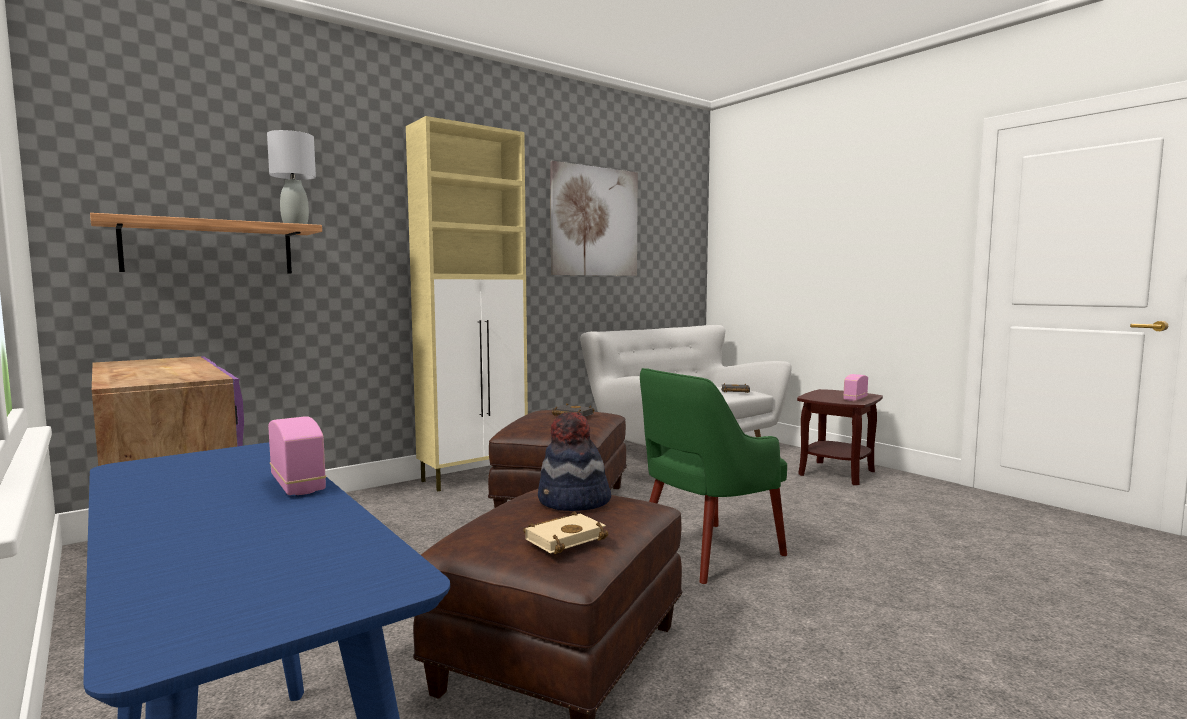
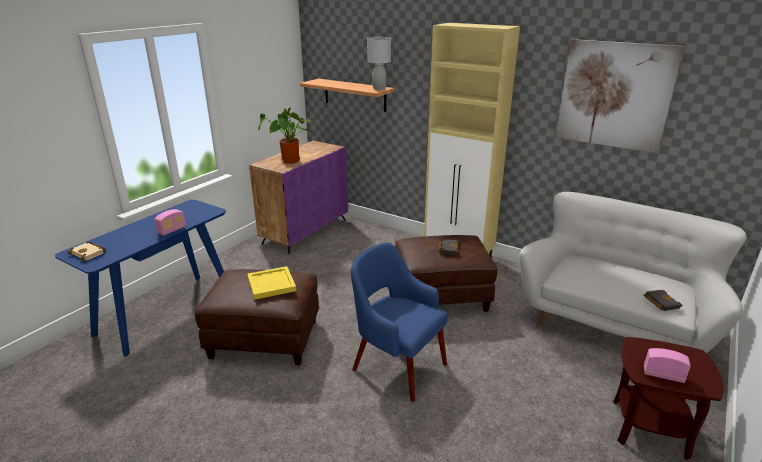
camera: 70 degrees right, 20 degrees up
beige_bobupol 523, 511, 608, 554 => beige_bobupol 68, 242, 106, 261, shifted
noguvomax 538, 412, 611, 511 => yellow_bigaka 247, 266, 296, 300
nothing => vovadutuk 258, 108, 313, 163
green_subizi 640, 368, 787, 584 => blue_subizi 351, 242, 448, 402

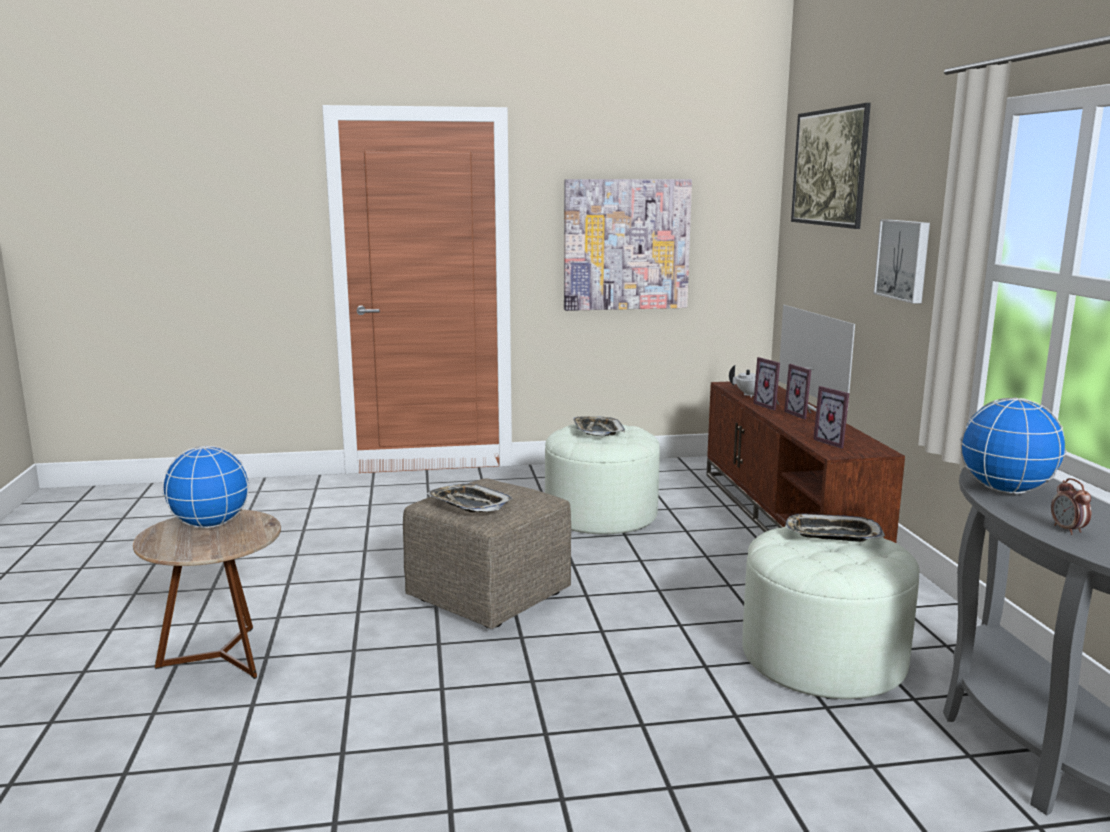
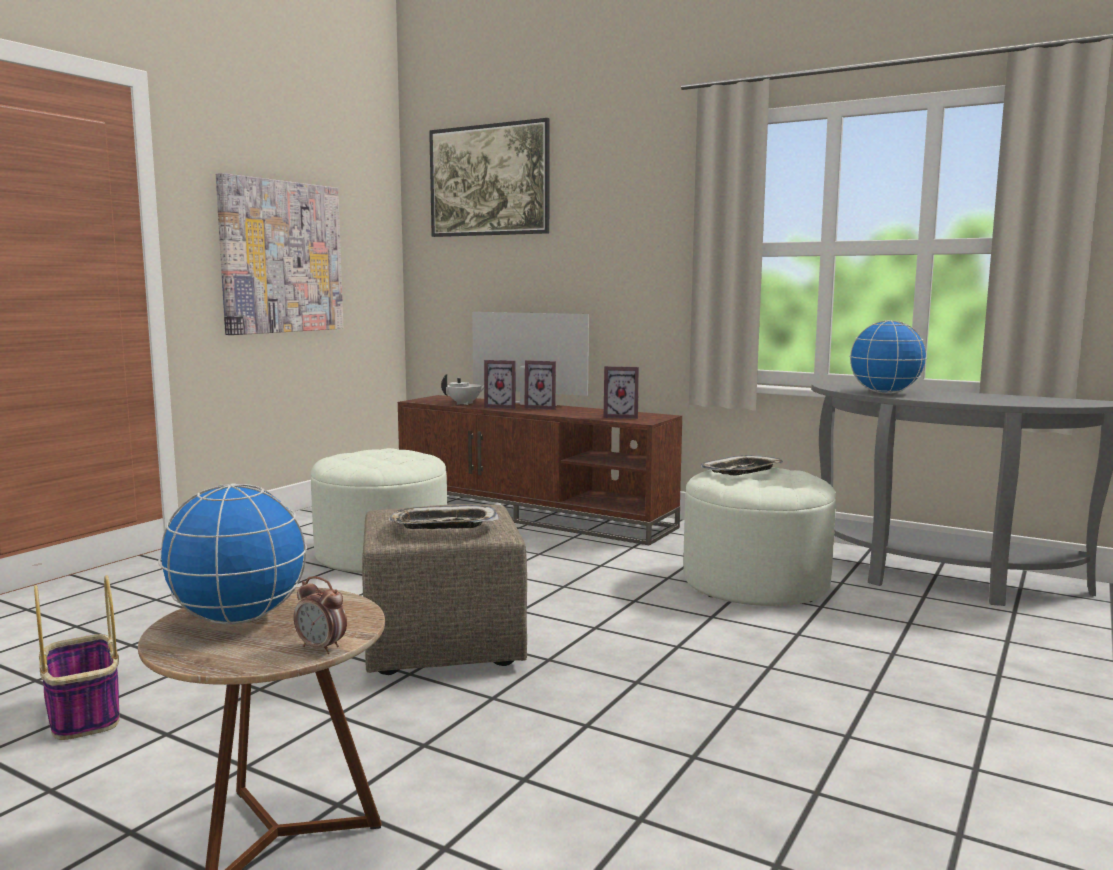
camera: 50 degrees left, 5 degrees down
nothing => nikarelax 34, 575, 120, 740
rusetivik 1051, 478, 1091, 535 => rusetivik 294, 576, 347, 654, shifted
bigaka 573, 416, 625, 436 => nothing
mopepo 874, 219, 930, 304 => nothing

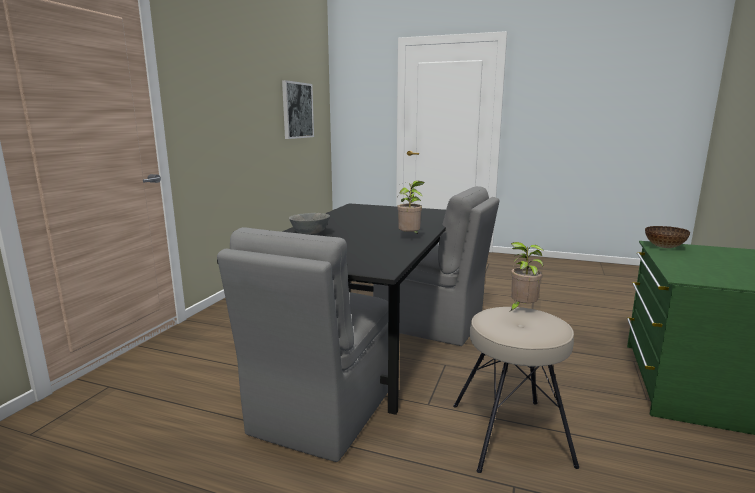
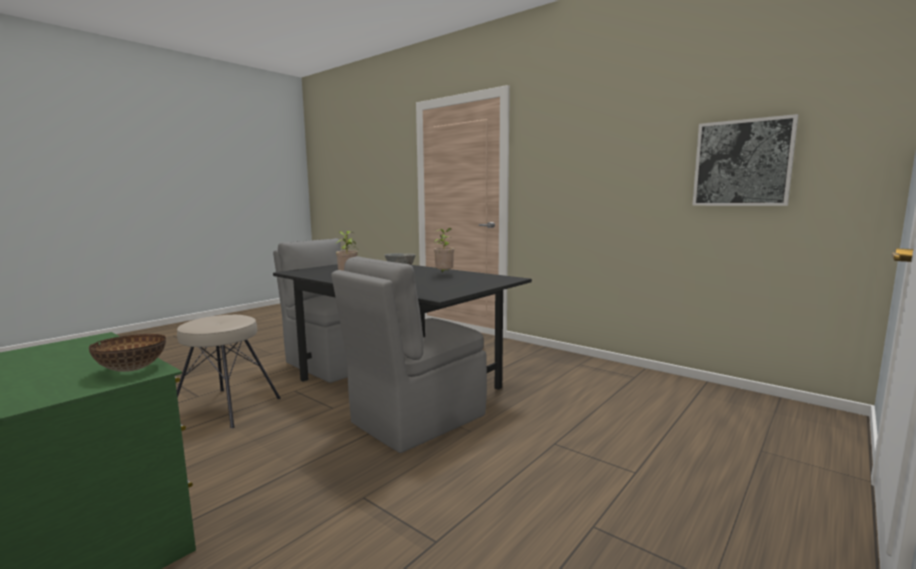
camera: 110 degrees right, 5 degrees down
vovadutuk 510, 242, 544, 311 => vovadutuk 434, 228, 454, 272, shifted

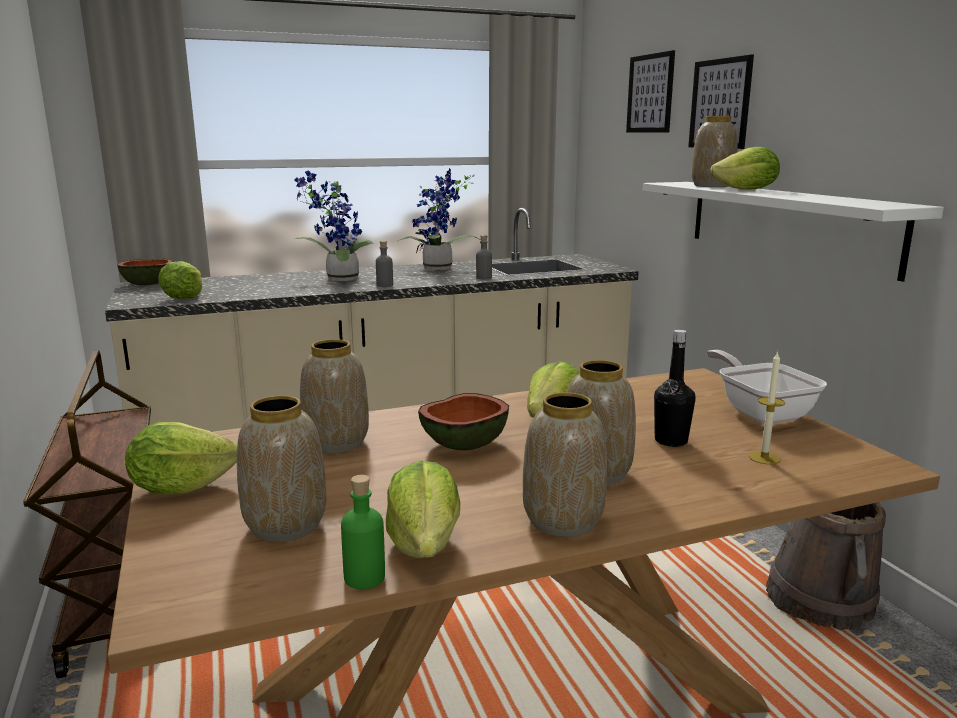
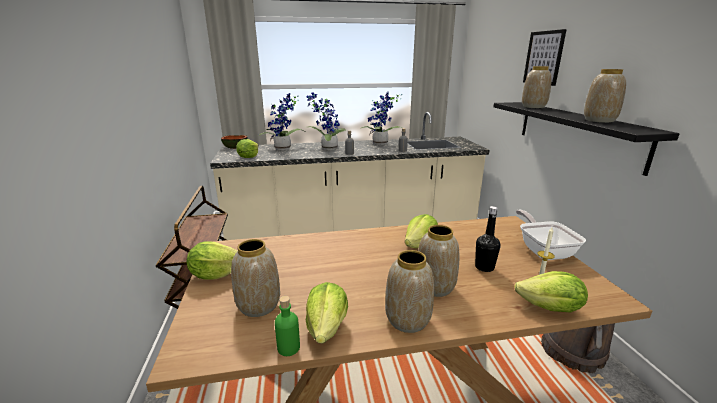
camera: 10 degrees right, 5 degrees up
nothing => vovadutuk 258, 93, 306, 150
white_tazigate 643, 182, 944, 282 => black_tazigate 493, 102, 680, 176
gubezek 710, 147, 780, 190 => gubezek 514, 271, 588, 312, shifted
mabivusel 300, 339, 369, 453 => mabivusel 584, 69, 626, 123, shifted
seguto 418, 393, 509, 450 => nothing
mopepo 626, 50, 675, 132 => nothing

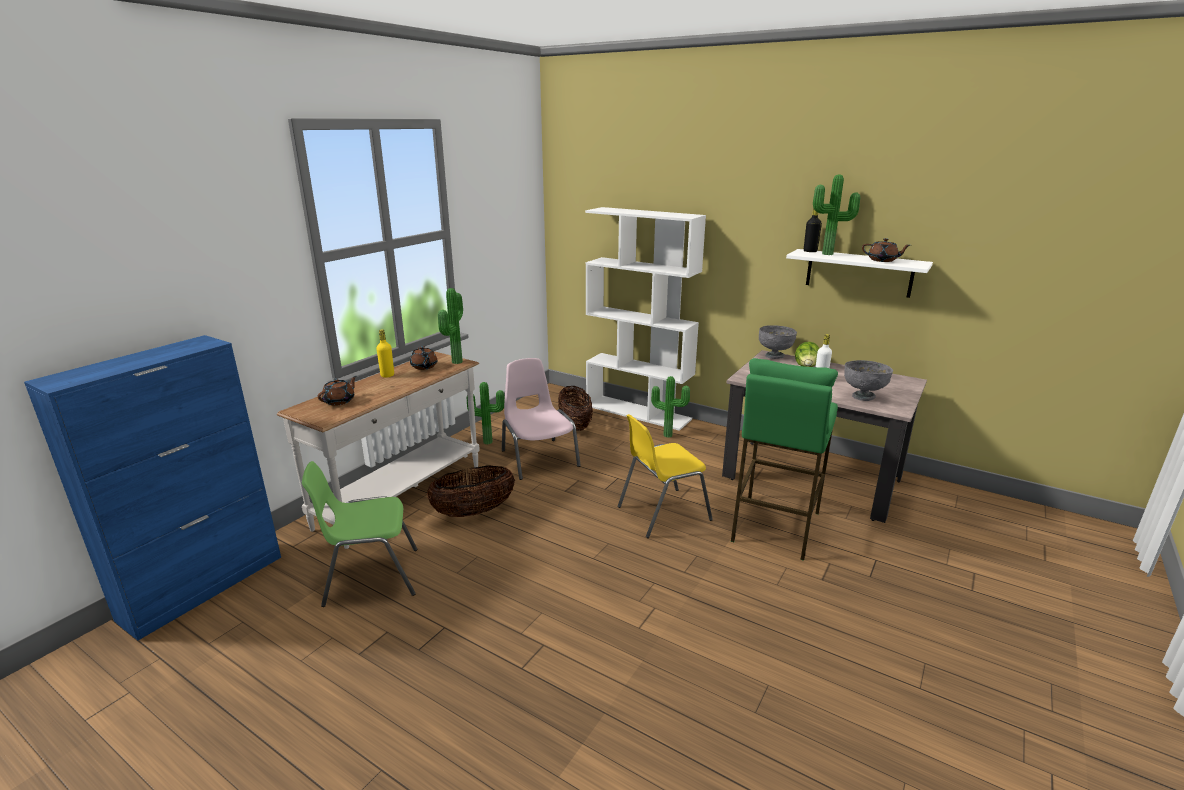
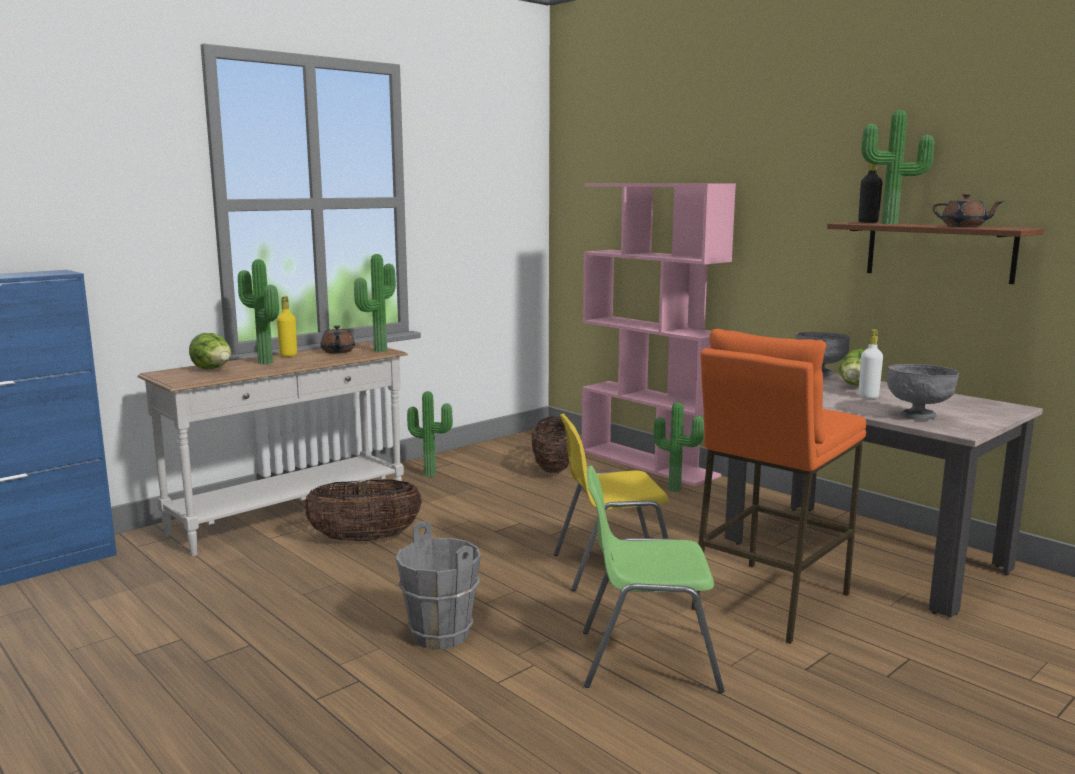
camera: 15 degrees right, 10 degrees down
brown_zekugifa 318, 376, 357, 406 => gubezek 189, 333, 231, 369
nothing => vovadutuk 238, 259, 279, 364
nothing => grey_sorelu 396, 521, 481, 649
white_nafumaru 585, 207, 706, 431 => pink_nafumaru 582, 184, 736, 486
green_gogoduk 302, 461, 417, 607 => green_gogoduk 583, 466, 724, 693, shifted
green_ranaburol 731, 358, 838, 561 => orange_ranaburol 691, 329, 866, 644
white_tazigate 786, 249, 933, 298 => brown_tazigate 827, 222, 1044, 284
pink_gogoduk 502, 358, 581, 480 => nothing

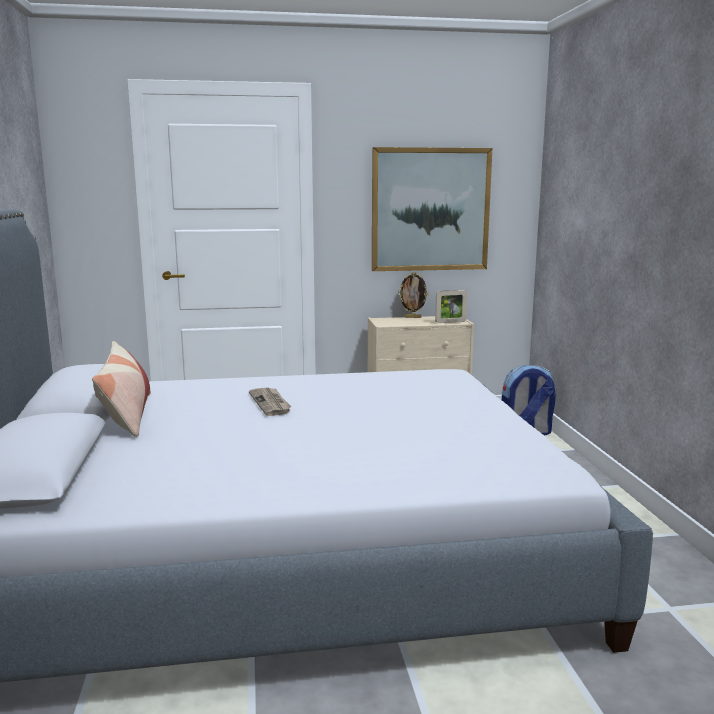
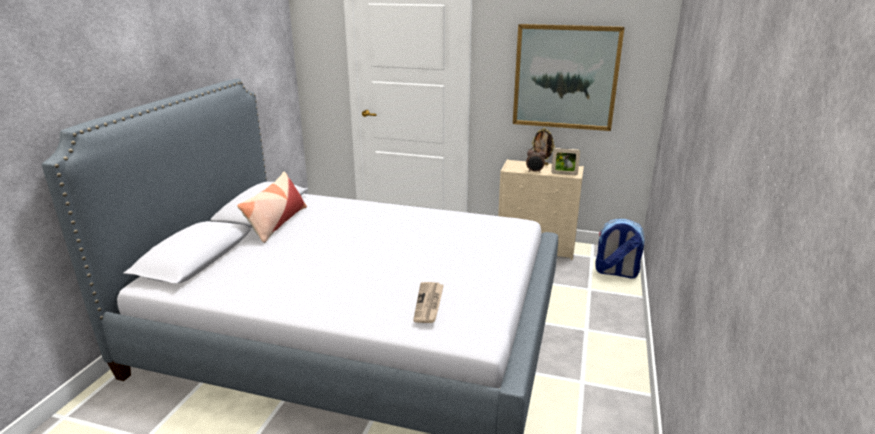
camera: 25 degrees right, 10 degrees up
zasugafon 249, 388, 291, 416 => zasugafon 413, 282, 444, 323, shifted
nothing => rusetivik 526, 147, 546, 173

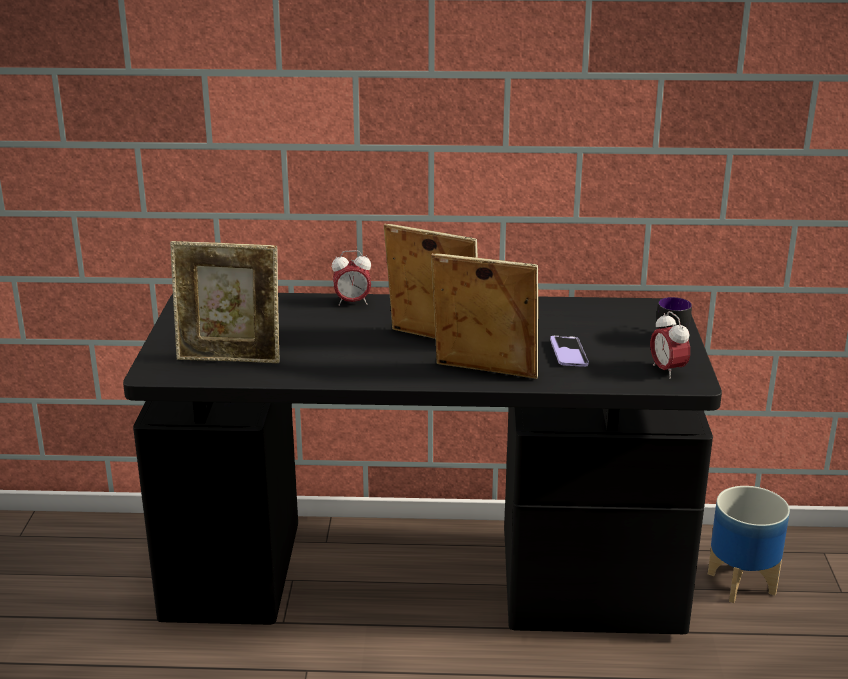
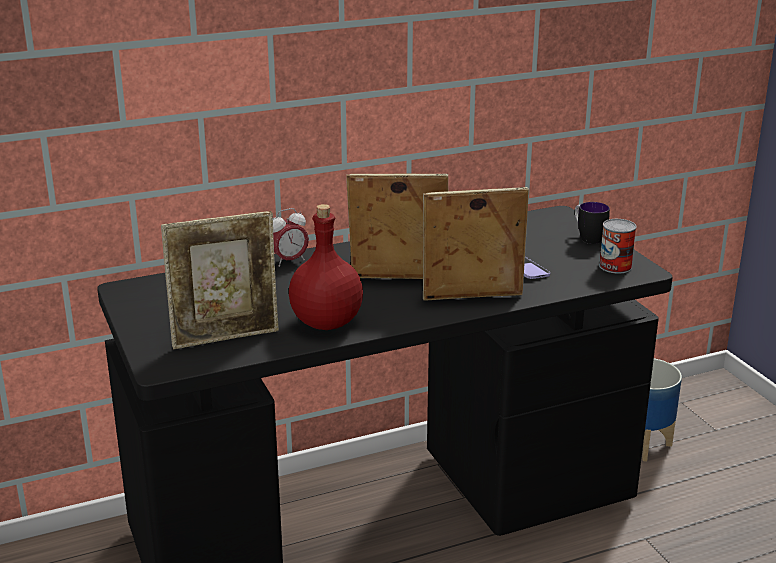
camera: 25 degrees left, 0 degrees up
nothing => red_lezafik 289, 204, 363, 330
rusetivik 650, 311, 690, 379 => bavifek 599, 219, 637, 274

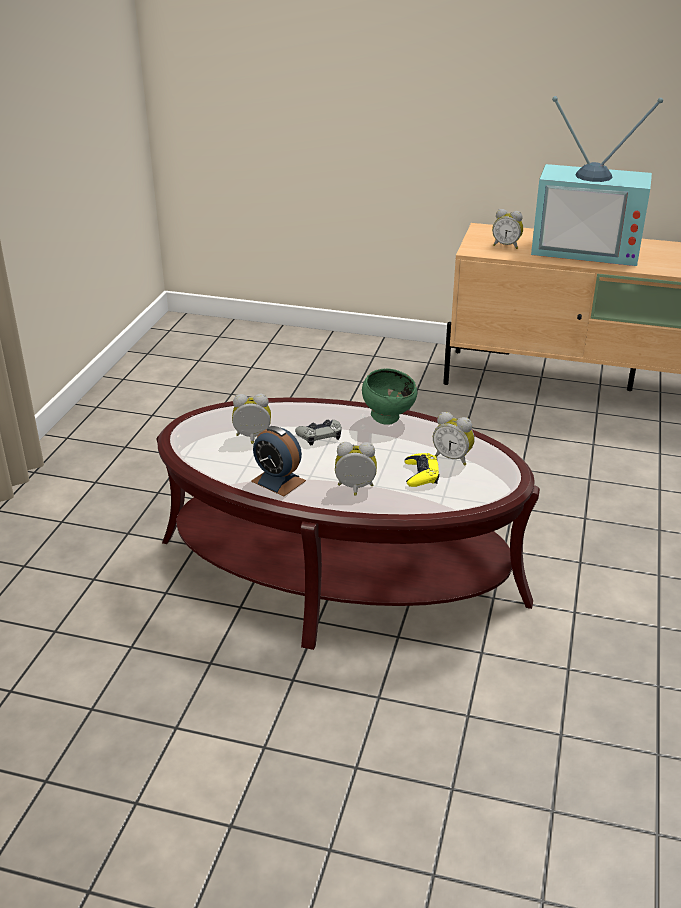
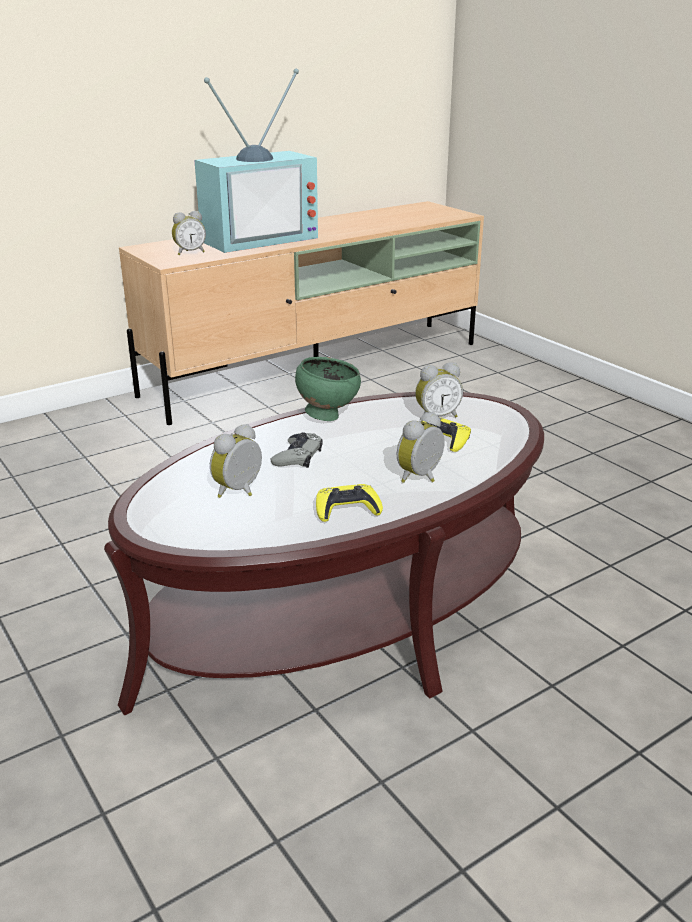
camera: 50 degrees left, 5 degrees down
rusetivik 251, 426, 306, 496 => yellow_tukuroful 316, 484, 383, 522

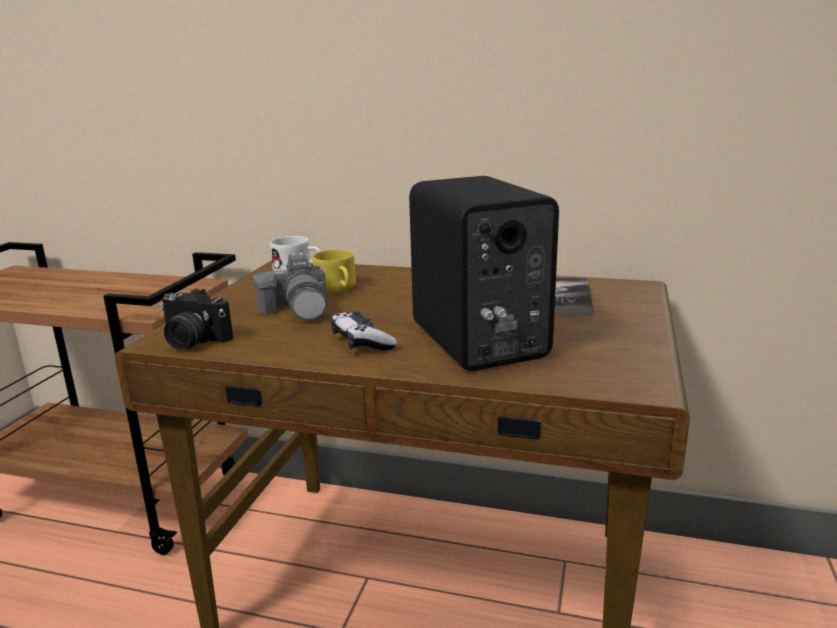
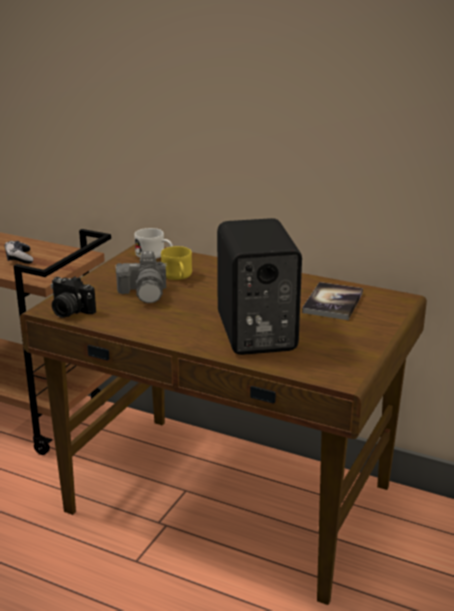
camera: 10 degrees right, 5 degrees up
tukuroful 331, 311, 397, 351 => tukuroful 5, 241, 33, 264, shifted

